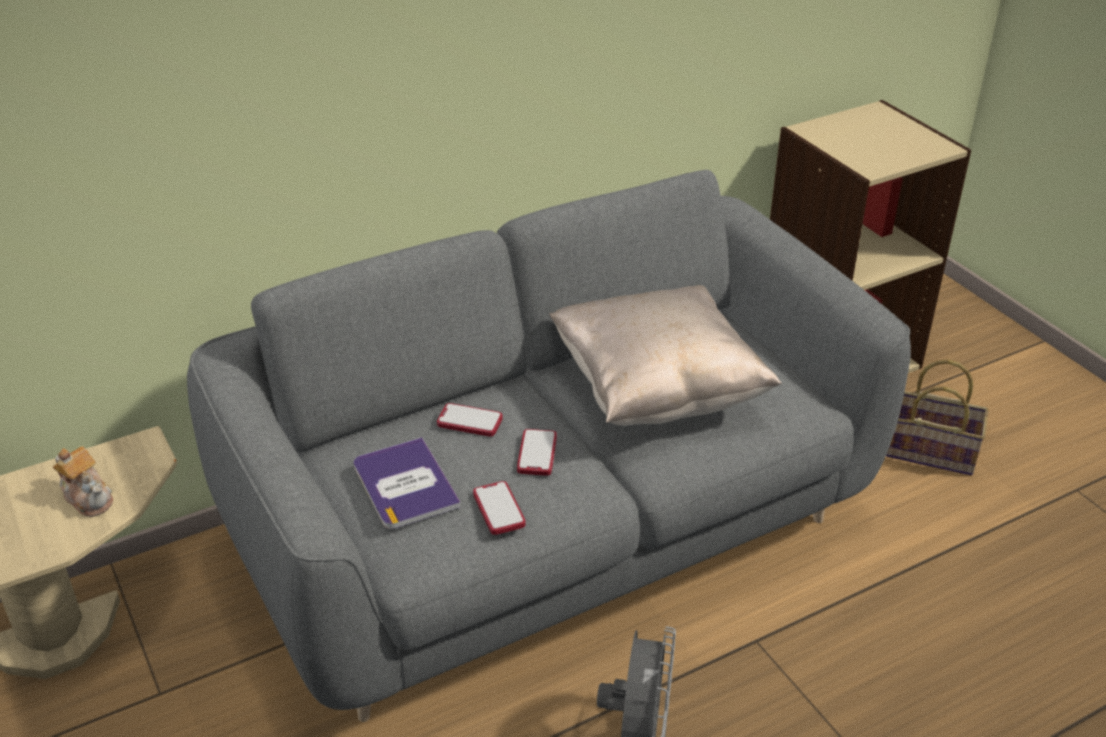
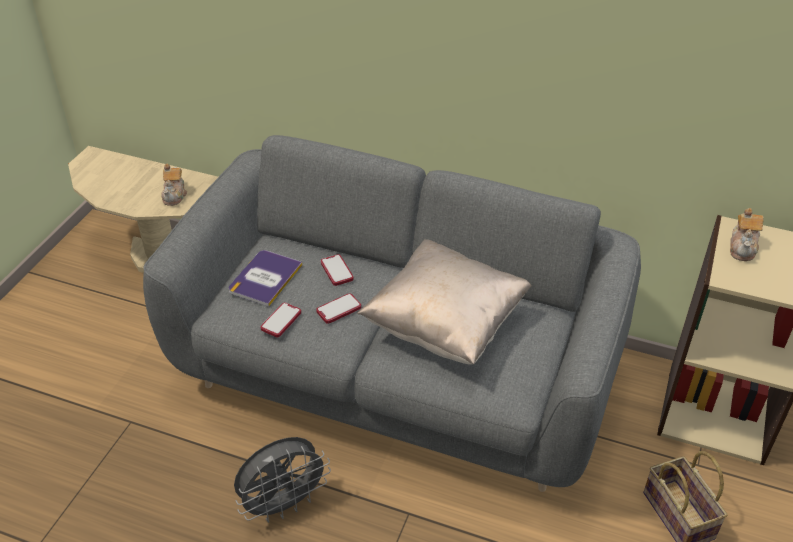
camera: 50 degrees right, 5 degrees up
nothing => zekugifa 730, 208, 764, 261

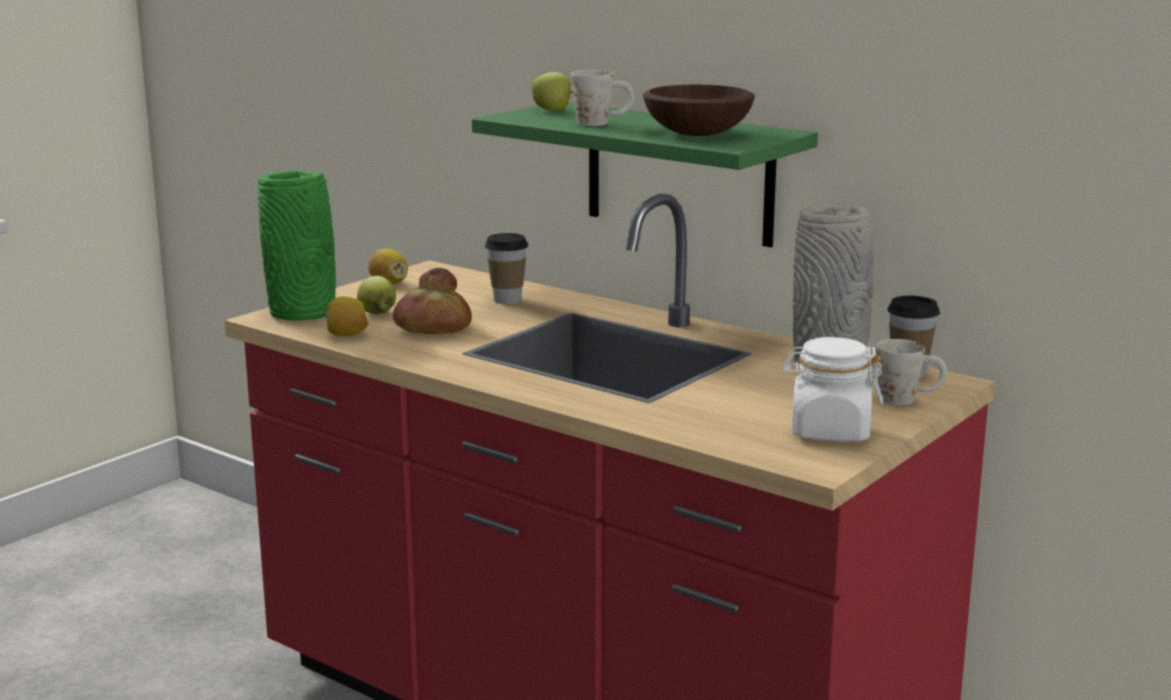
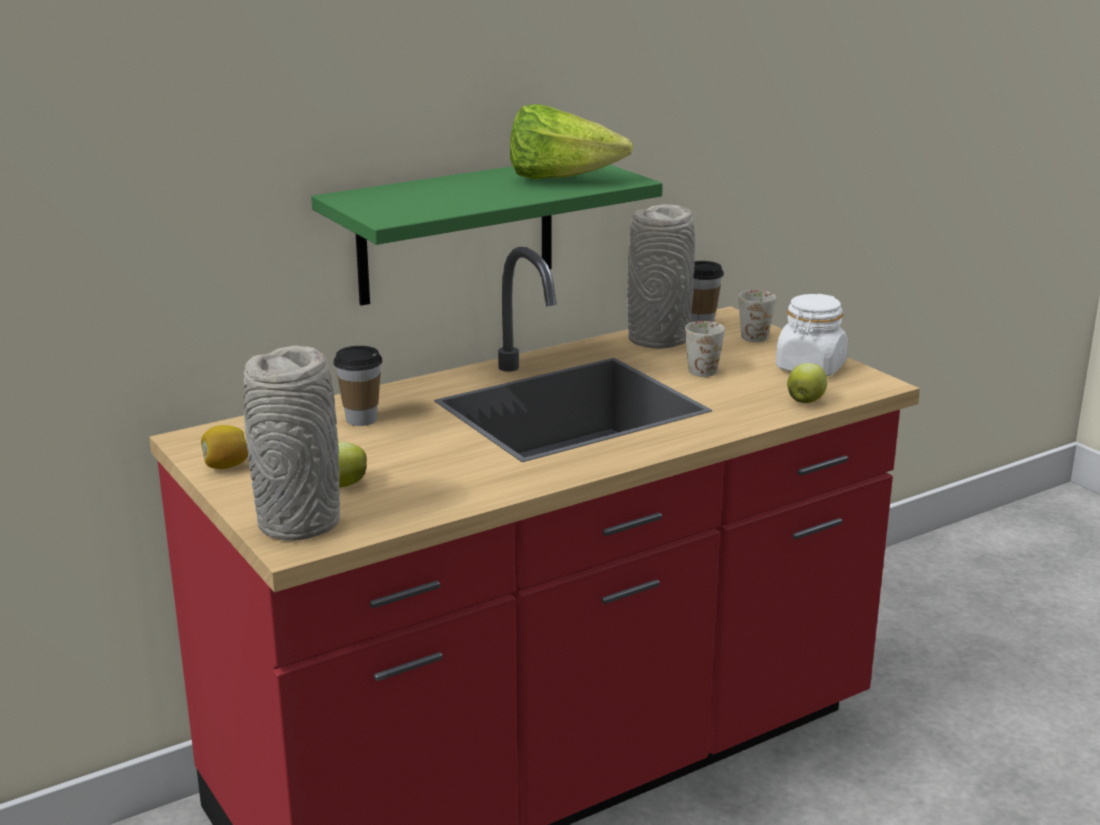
camera: 70 degrees left, 5 degrees up
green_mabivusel 257, 170, 336, 321 => grey_mabivusel 244, 345, 340, 541
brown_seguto 643, 85, 755, 136 => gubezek 510, 104, 633, 179
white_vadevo 571, 70, 635, 126 => white_vadevo 685, 321, 725, 377, shifted
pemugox 531, 72, 573, 111 => pemugox 787, 363, 827, 403, shifted
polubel 326, 297, 369, 336 => nothing
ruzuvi 393, 268, 472, 334 => nothing

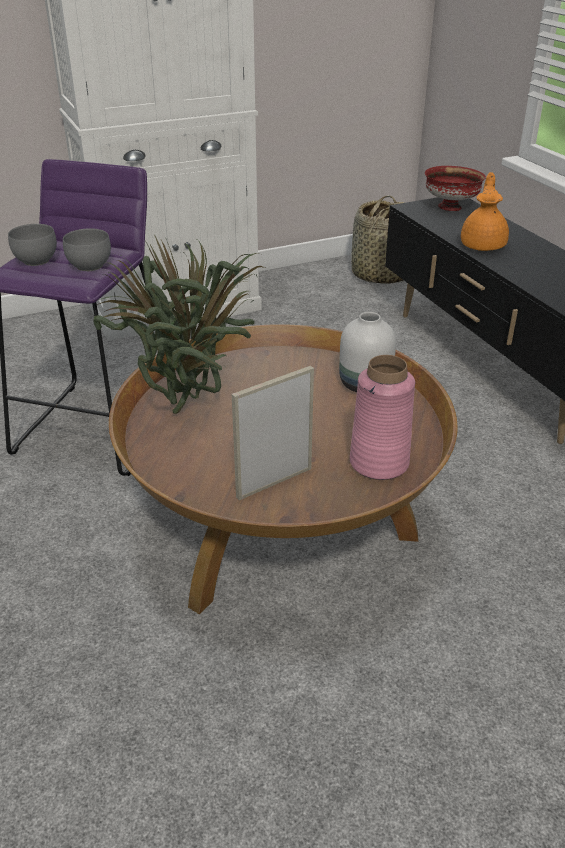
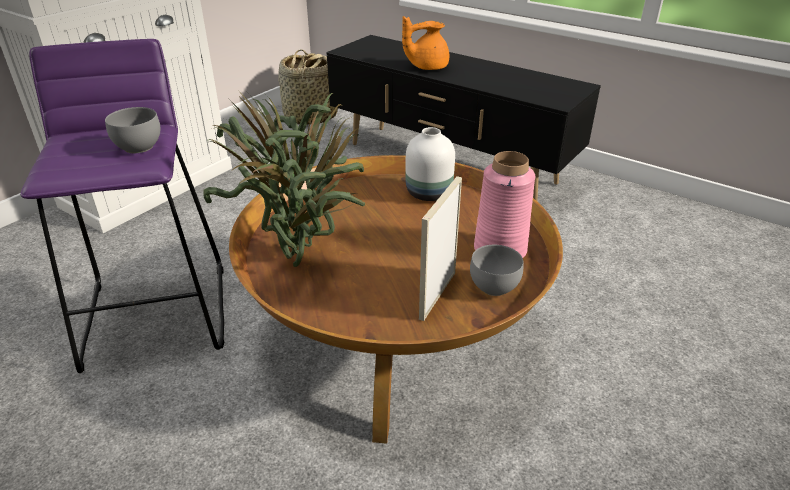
camera: 30 degrees left, 0 degrees up
orange_zekugifa 461, 172, 509, 251 => orange_zekugifa 402, 16, 449, 70, 90 degrees counterclockwise
grey_seguto 8, 224, 57, 266 => grey_seguto 470, 245, 523, 296, shifted
red_seguto 425, 166, 486, 211 => nothing

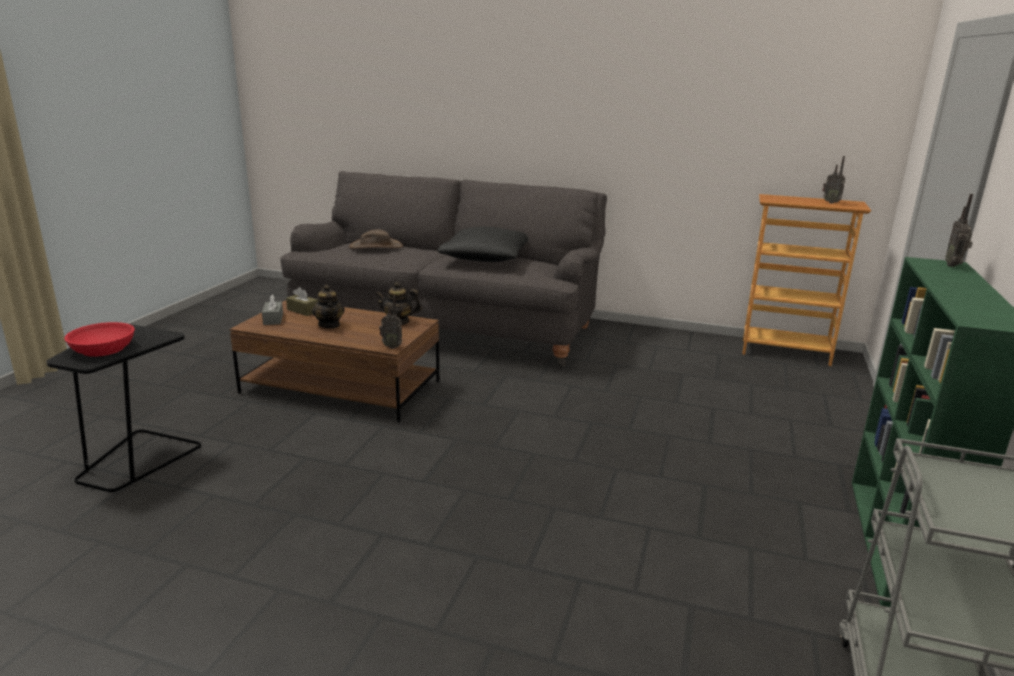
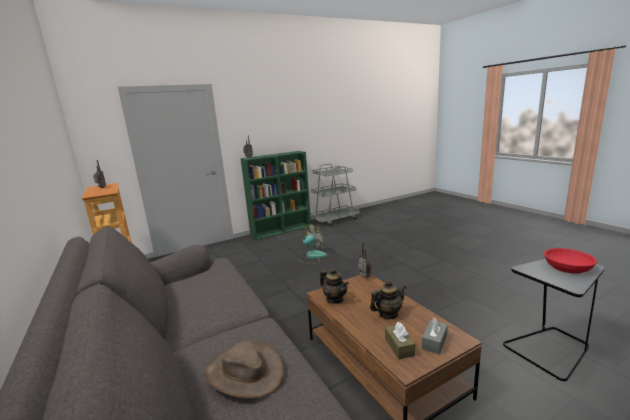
camera: 135 degrees left, 5 degrees down
nothing => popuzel 298, 224, 326, 264
zekugifa 312, 285, 345, 328 => zekugifa 370, 280, 406, 319, 45 degrees clockwise
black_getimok 438, 227, 528, 262 => nothing

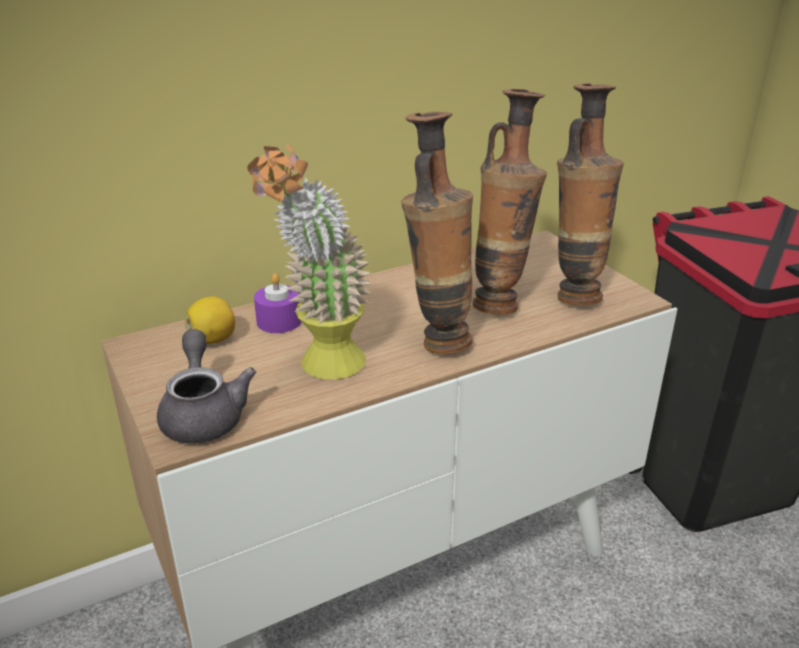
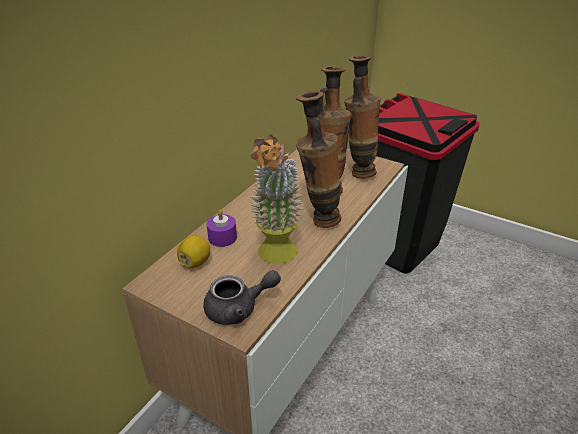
camera: 30 degrees left, 5 degrees up
grey_zekugifa 157, 329, 256, 443 => grey_zekugifa 203, 270, 281, 325, 120 degrees clockwise

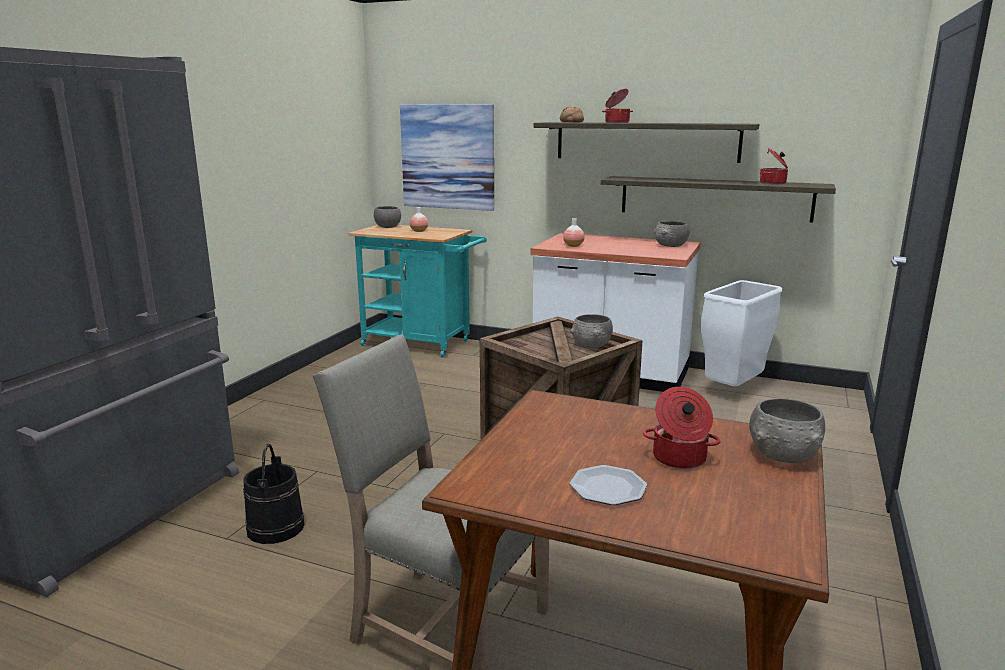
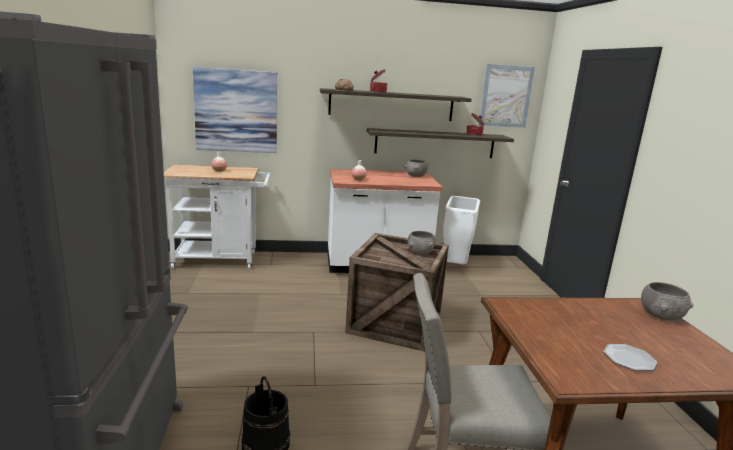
camera: 30 degrees left, 0 degrees up
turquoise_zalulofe 348, 225, 487, 358 => white_zalulofe 164, 165, 271, 270
nothing => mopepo 479, 64, 535, 128
grey_seguto 373, 206, 401, 228 => nothing
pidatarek 643, 387, 721, 469 => nothing

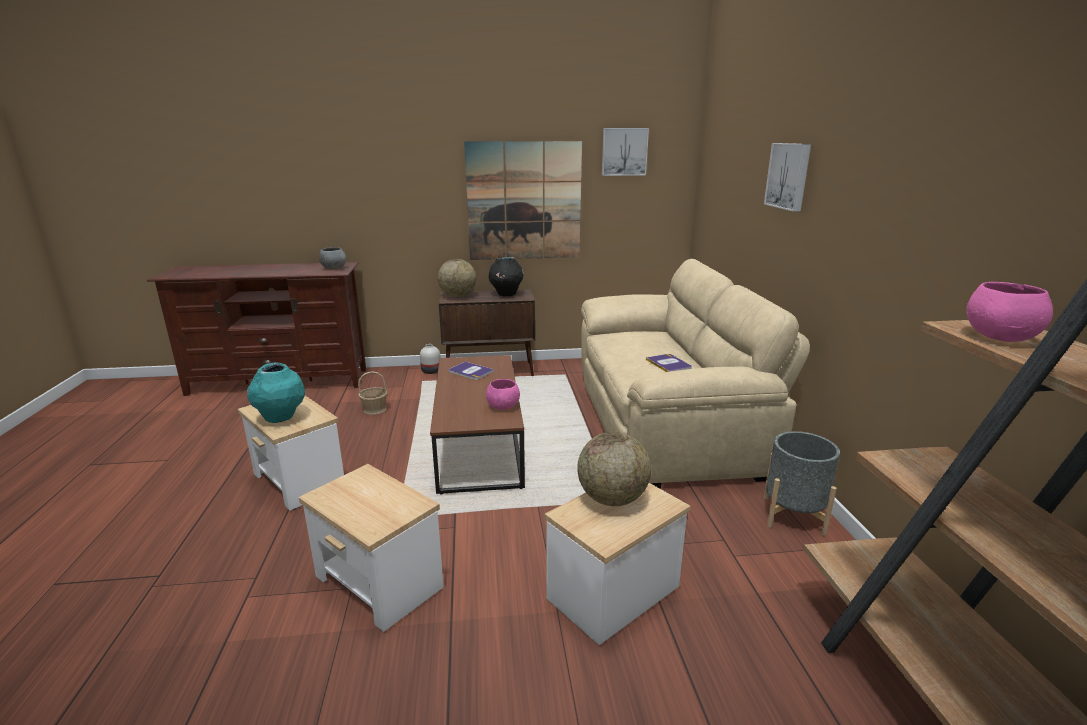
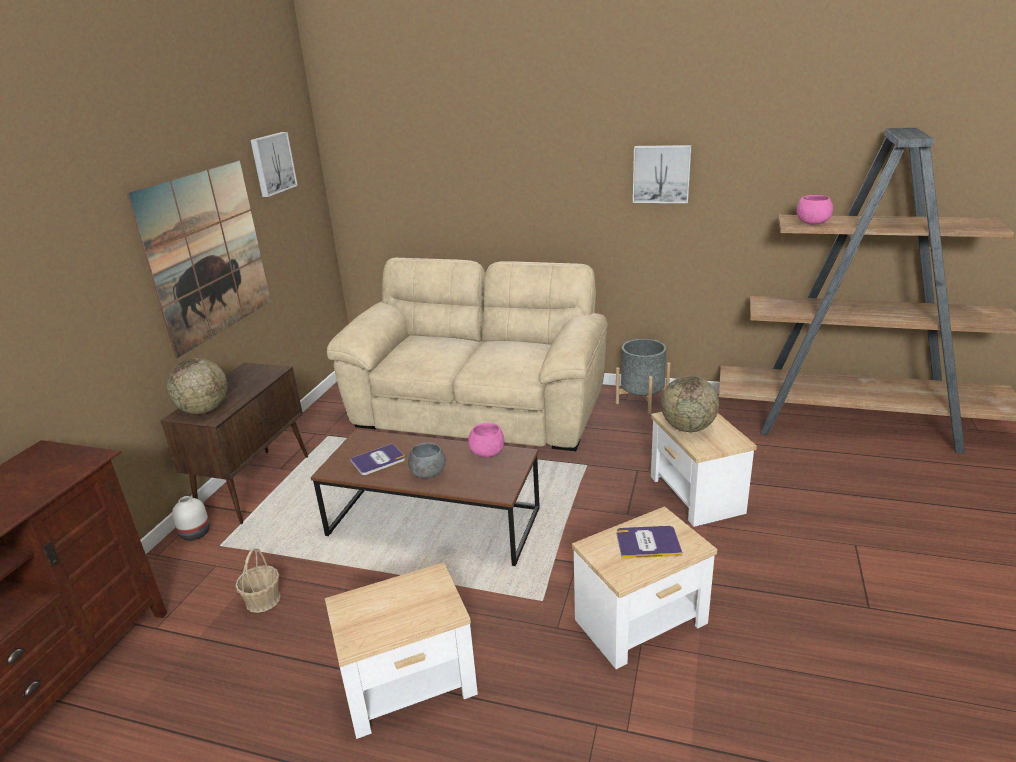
camera: 65 degrees left, 5 degrees up
grey_seguto 319, 247, 346, 269 => grey_seguto 408, 442, 446, 479, shifted
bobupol 646, 354, 692, 372 => bobupol 616, 526, 683, 559, shifted
mopepo 764, 143, 811, 212 => mopepo 633, 145, 692, 203, shifted
turquoise_mabivusel 247, 362, 305, 423 => nothing
black_mabivusel 489, 257, 524, 296 => nothing

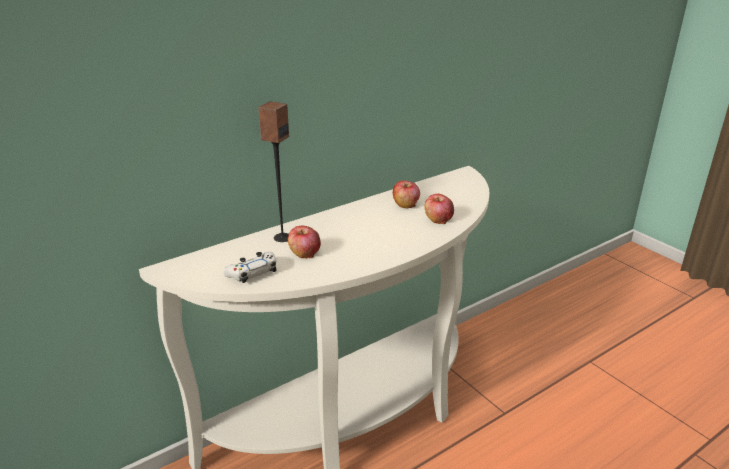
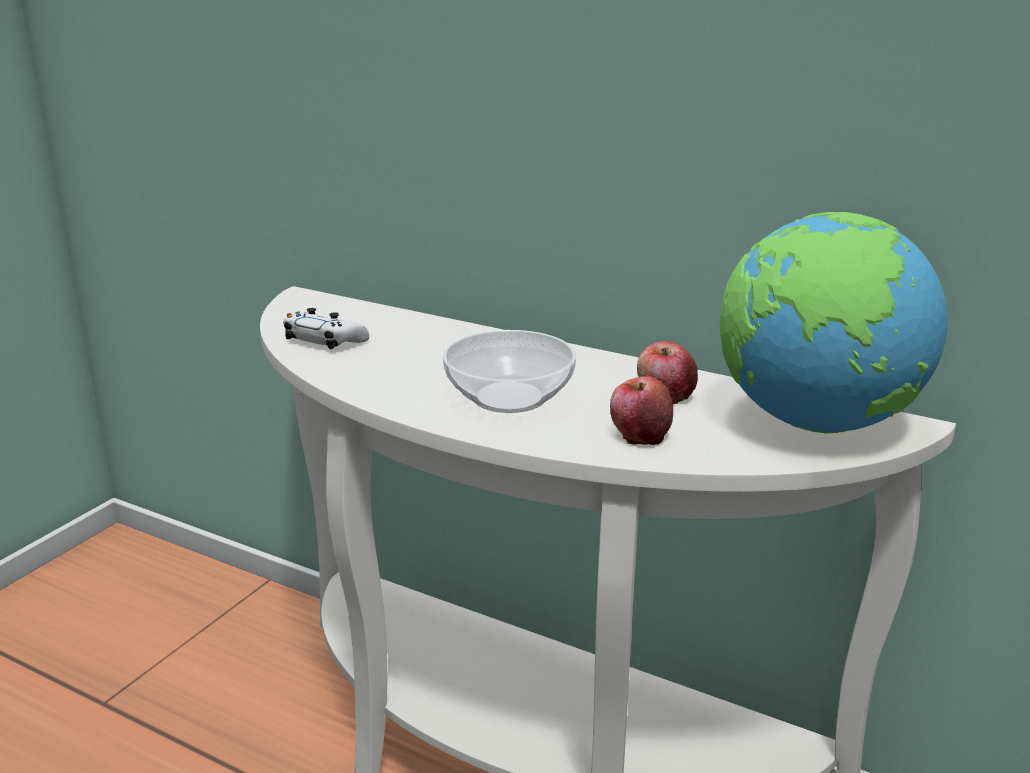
camera: 65 degrees right, 5 degrees down
nothing => seguto 443, 330, 576, 413
nothing => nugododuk 720, 212, 948, 434
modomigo 258, 101, 289, 242 => nothing
pemugox 288, 226, 321, 259 => nothing

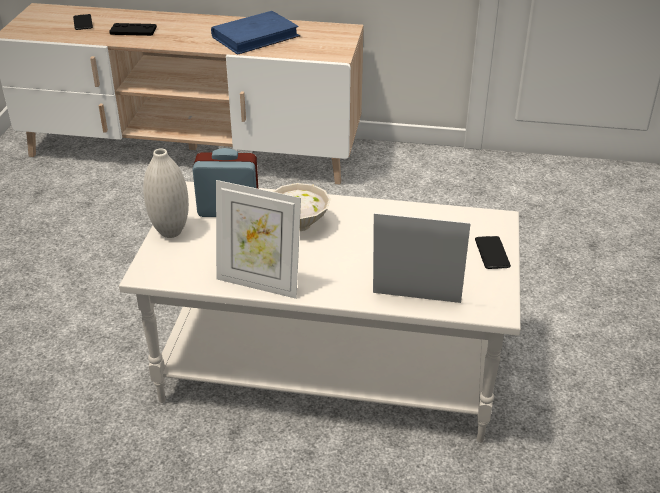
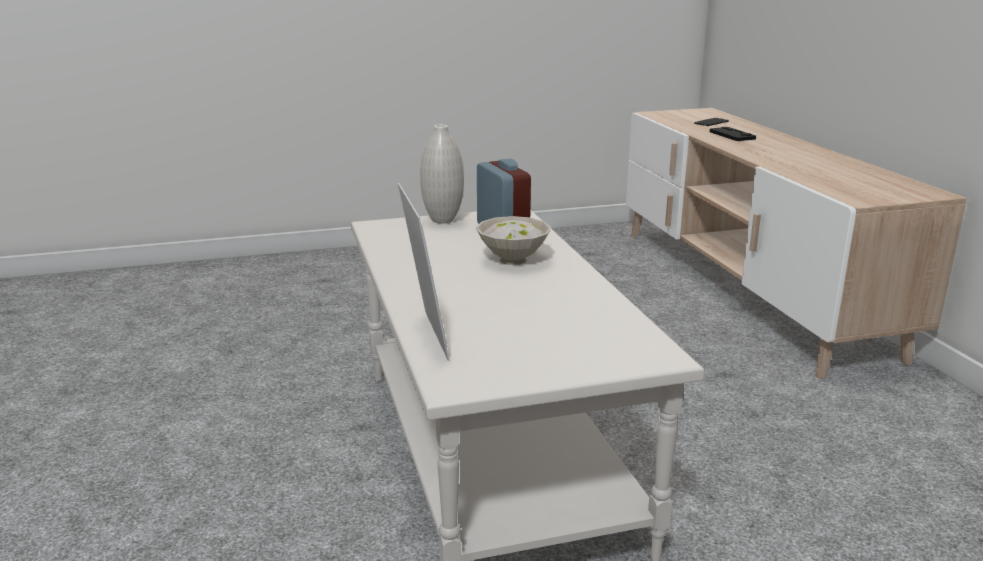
camera: 65 degrees right, 15 degrees down
blue_bobupol 211, 11, 300, 54 => nothing
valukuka 216, 180, 301, 299 => nothing
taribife 475, 236, 511, 269 => nothing

